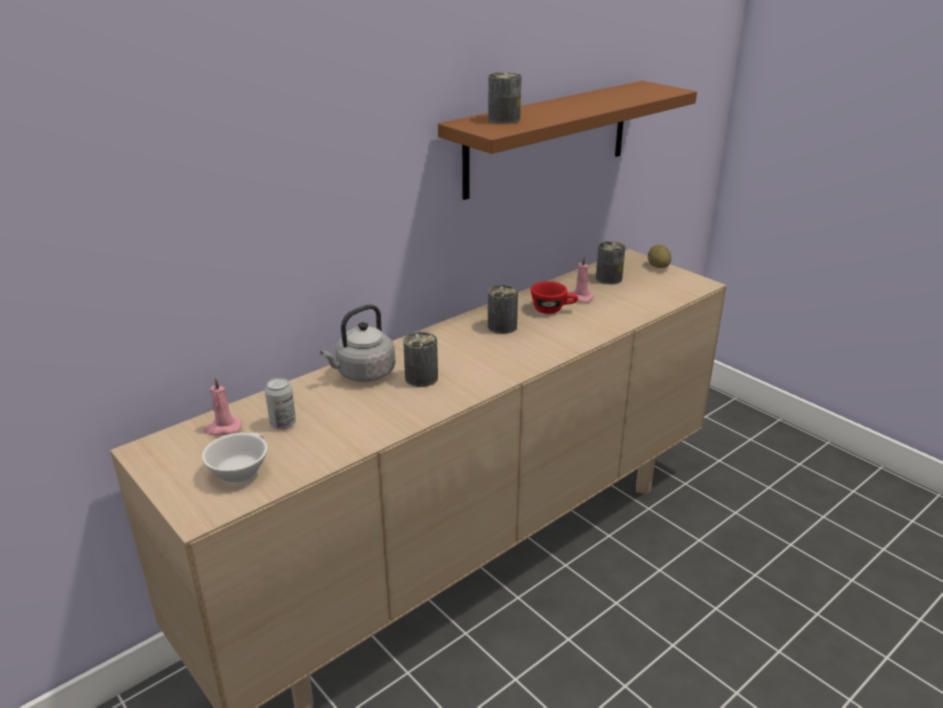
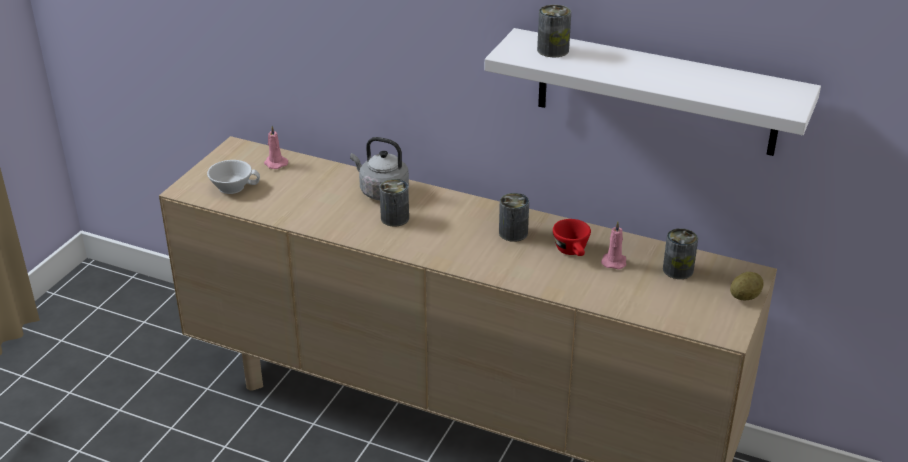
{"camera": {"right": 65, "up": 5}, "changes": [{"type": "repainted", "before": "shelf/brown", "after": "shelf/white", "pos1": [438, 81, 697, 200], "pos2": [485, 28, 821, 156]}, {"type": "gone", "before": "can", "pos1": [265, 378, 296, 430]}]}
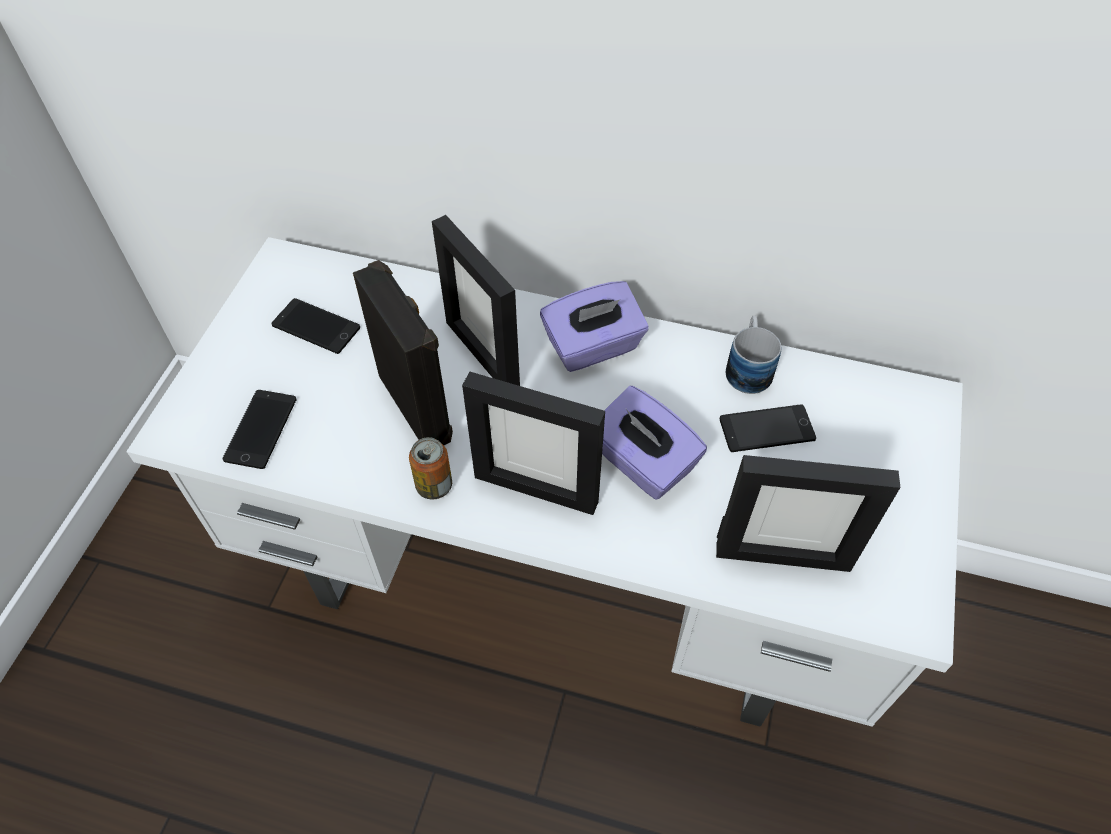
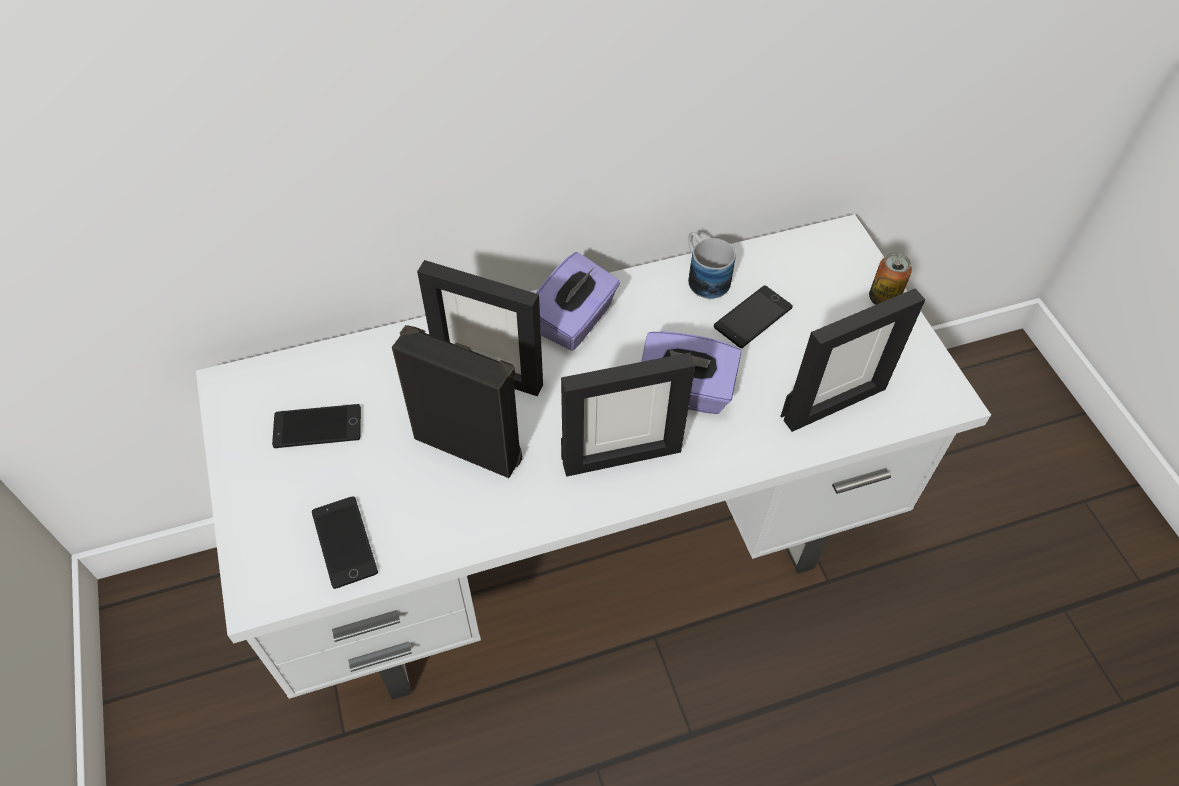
{"camera": {"right": -35, "up": 0}, "changes": [{"type": "shifted", "before": "can", "pos1": [409, 437, 452, 500], "pos2": [869, 253, 912, 305]}]}
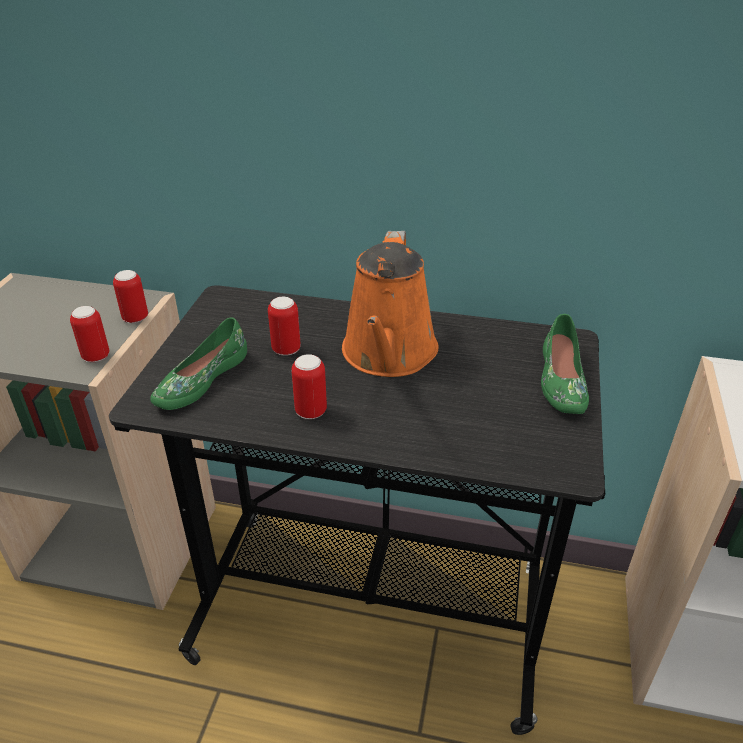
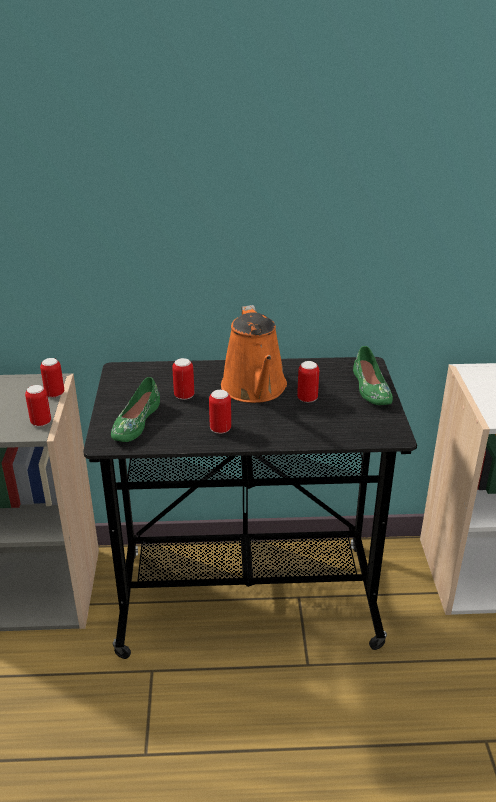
{"camera": {"right": -15, "up": -5}, "changes": [{"type": "new", "after": "can", "pos2": [297, 361, 319, 403]}]}
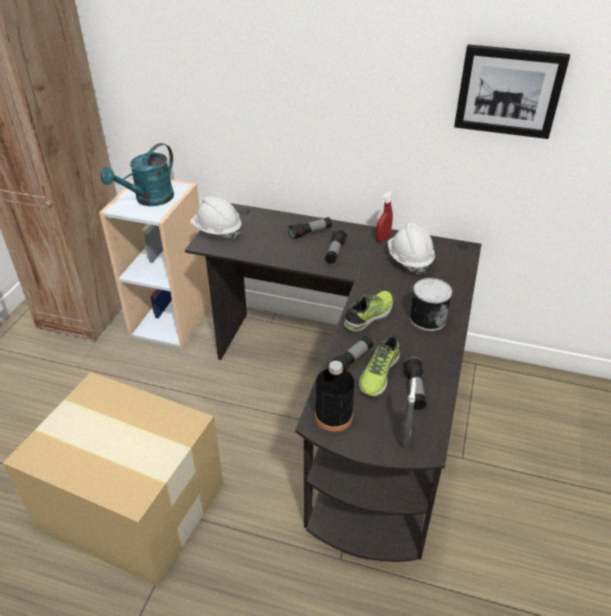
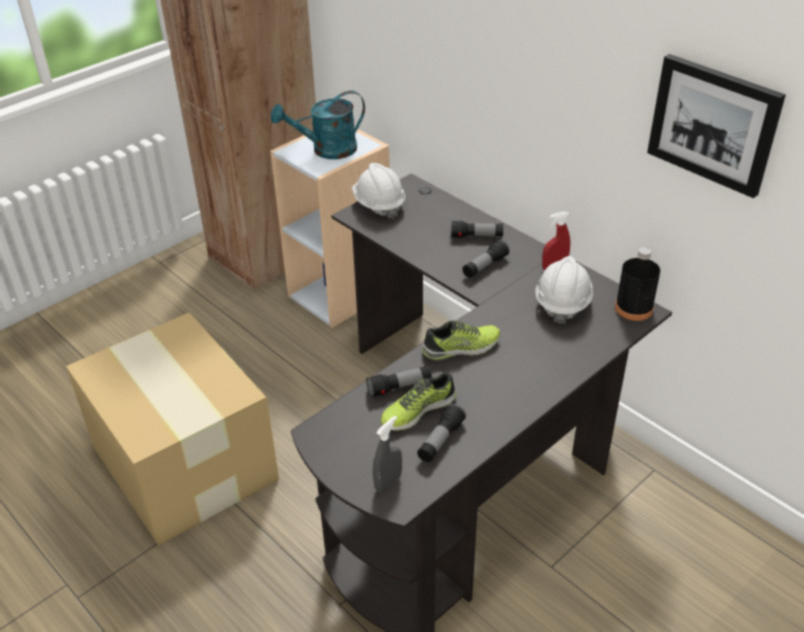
{"camera": {"right": 30, "up": 0}, "changes": [{"type": "shifted", "before": "bottle/black", "pos1": [315, 361, 355, 432], "pos2": [615, 247, 660, 321]}, {"type": "gone", "before": "can", "pos1": [409, 278, 452, 331]}]}
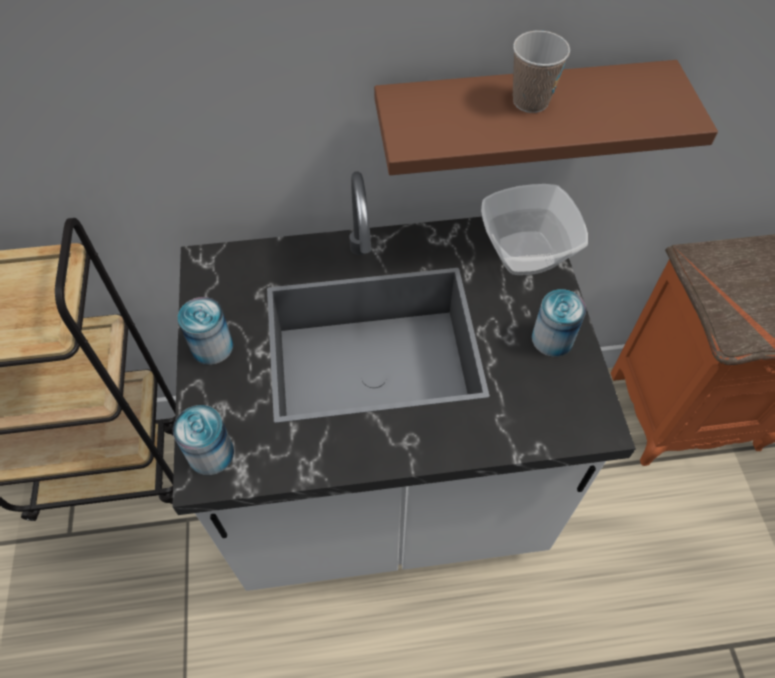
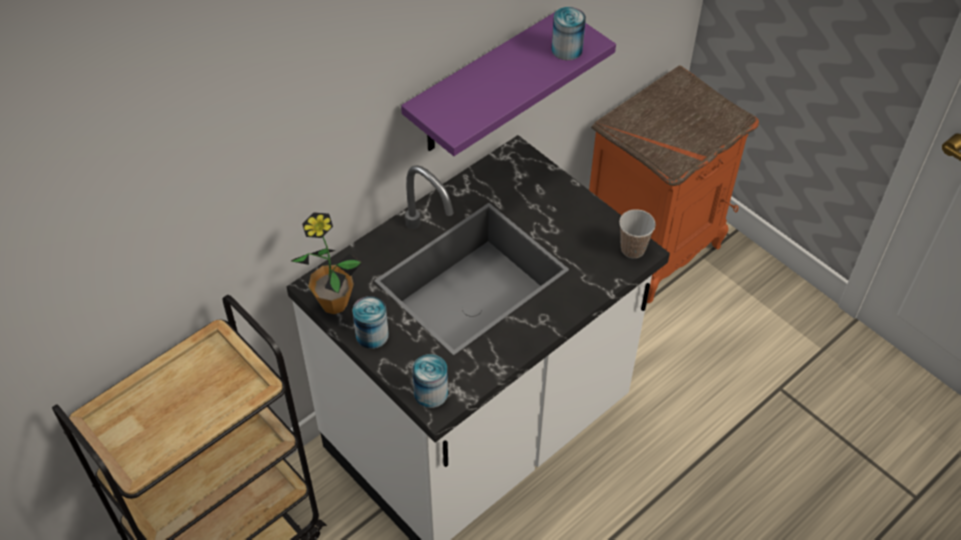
{"camera": {"right": -35, "up": -5}, "changes": [{"type": "new", "after": "potted plant", "pos2": [291, 212, 362, 314]}, {"type": "repainted", "before": "shelf/brown", "after": "shelf/purple", "pos1": [374, 60, 718, 175], "pos2": [401, 7, 616, 156]}, {"type": "shifted", "before": "can", "pos1": [532, 289, 586, 357], "pos2": [551, 7, 586, 60]}, {"type": "shifted", "before": "cup", "pos1": [513, 31, 570, 113], "pos2": [619, 209, 656, 258]}, {"type": "gone", "before": "bowl", "pos1": [481, 184, 588, 275]}]}
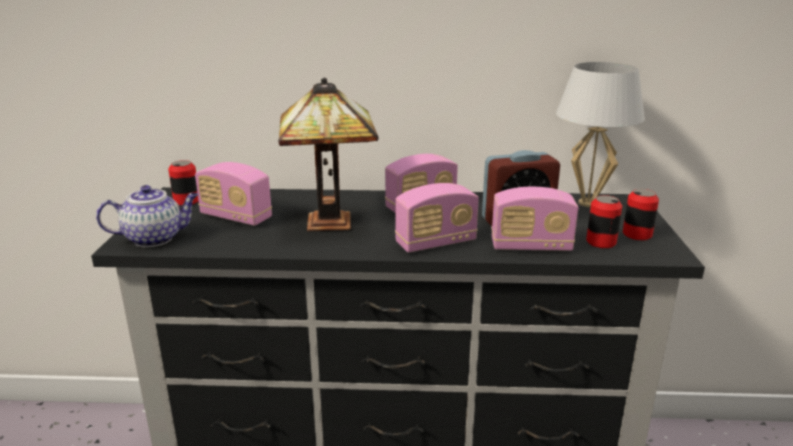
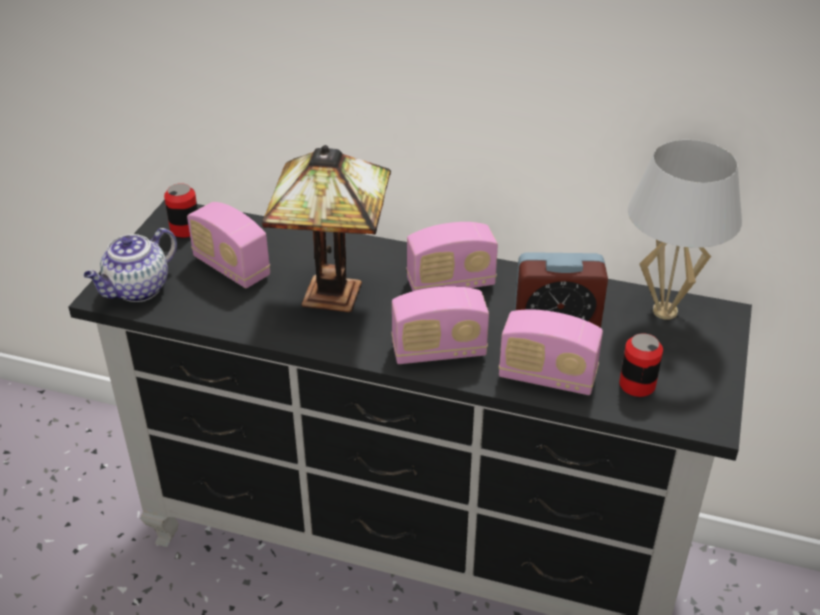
{"camera": {"right": 15, "up": 15}, "changes": [{"type": "rotated", "before": "teapot", "pos1": [96, 185, 199, 247], "pos2": [84, 228, 177, 302], "turn": 135}, {"type": "gone", "before": "can", "pos1": [623, 189, 659, 240]}]}
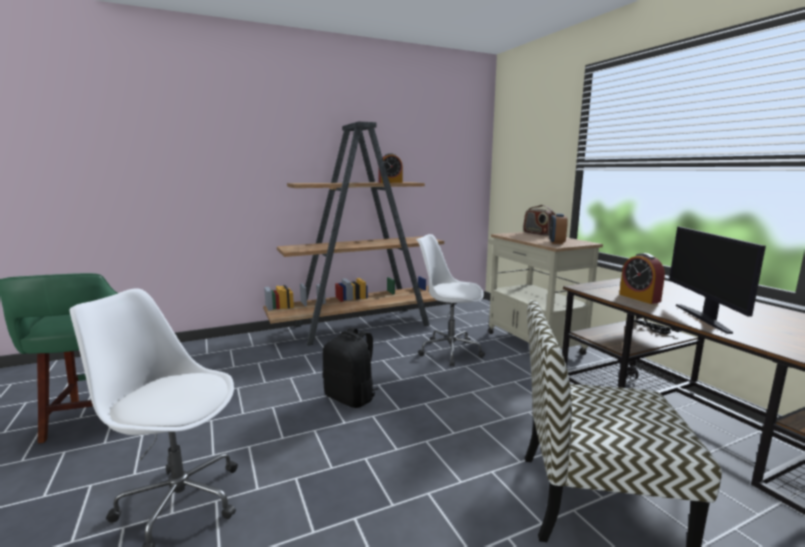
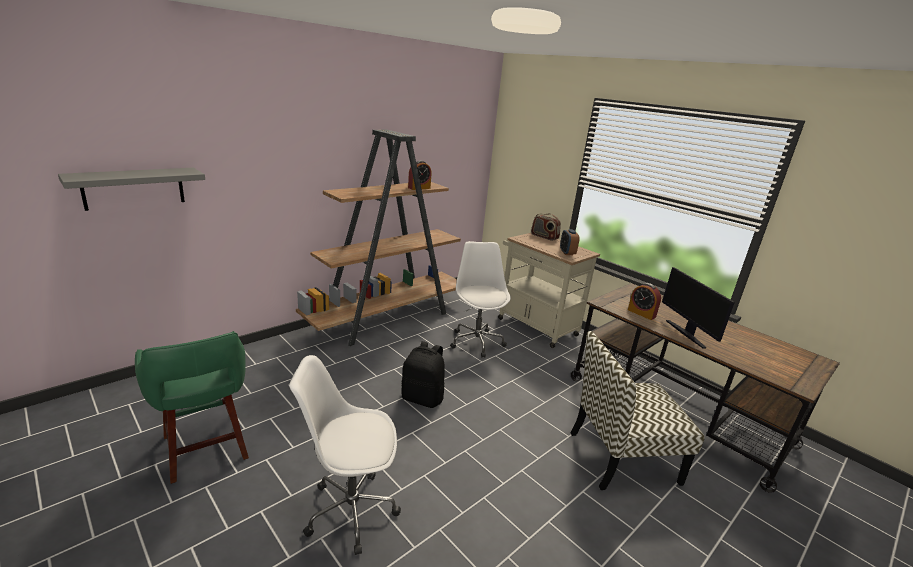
{"camera": {"right": -20, "up": 10}, "changes": [{"type": "new", "after": "shelf/grey", "pos2": [58, 168, 205, 211]}, {"type": "rotated", "before": "office chair/white", "pos1": [416, 234, 485, 366], "pos2": [450, 241, 511, 357], "turn": 75}]}
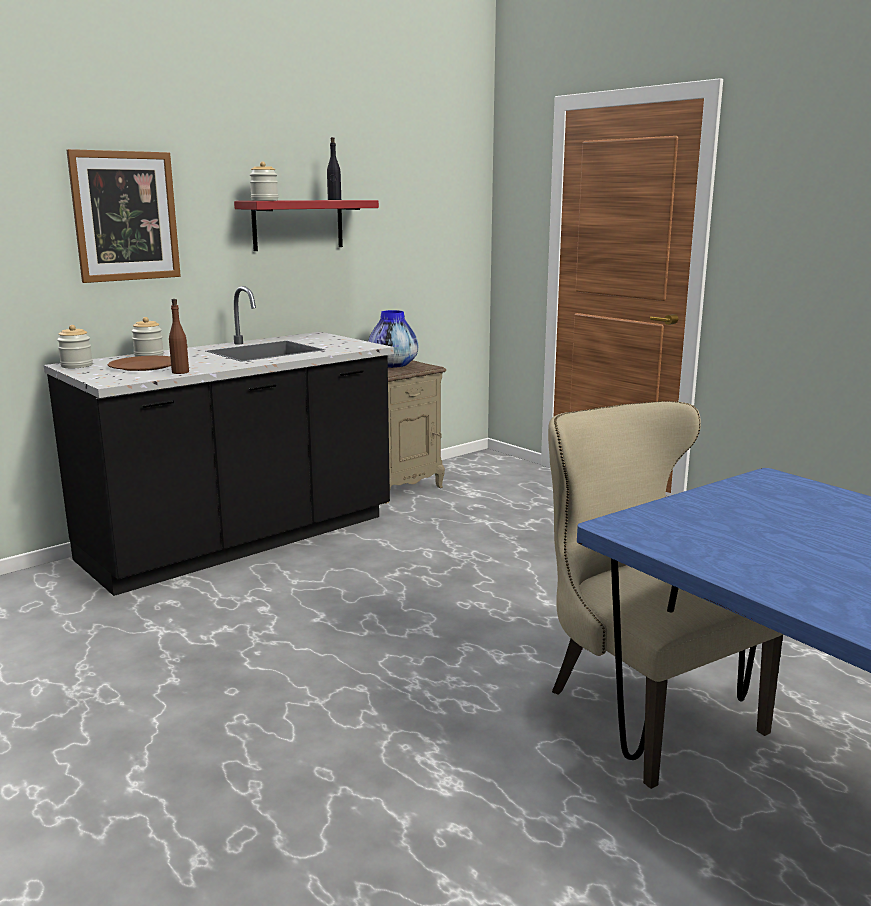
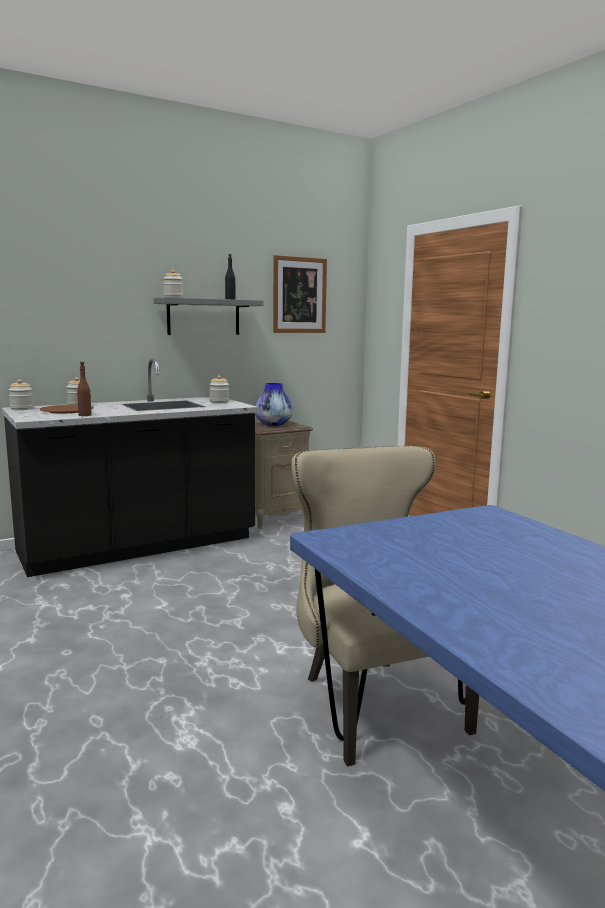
{"camera": {"right": 10, "up": -5}, "changes": [{"type": "repainted", "before": "shelf/red", "after": "shelf/grey", "pos1": [234, 200, 379, 251], "pos2": [153, 297, 263, 335]}, {"type": "new", "after": "jar", "pos2": [209, 375, 229, 403]}, {"type": "shifted", "before": "picture", "pos1": [67, 149, 181, 283], "pos2": [273, 255, 327, 333]}]}
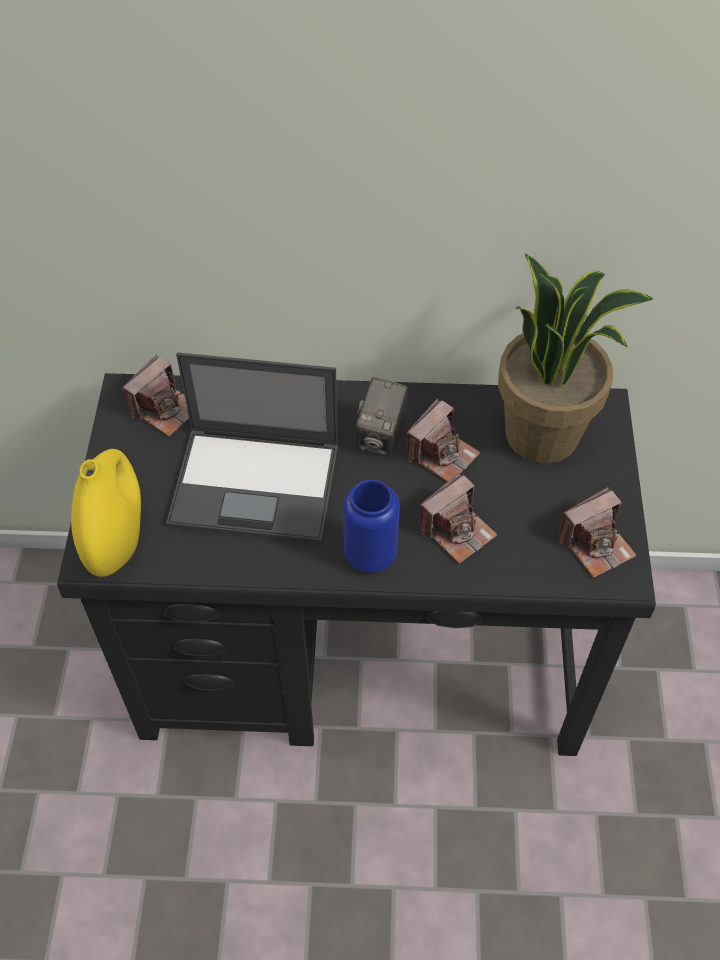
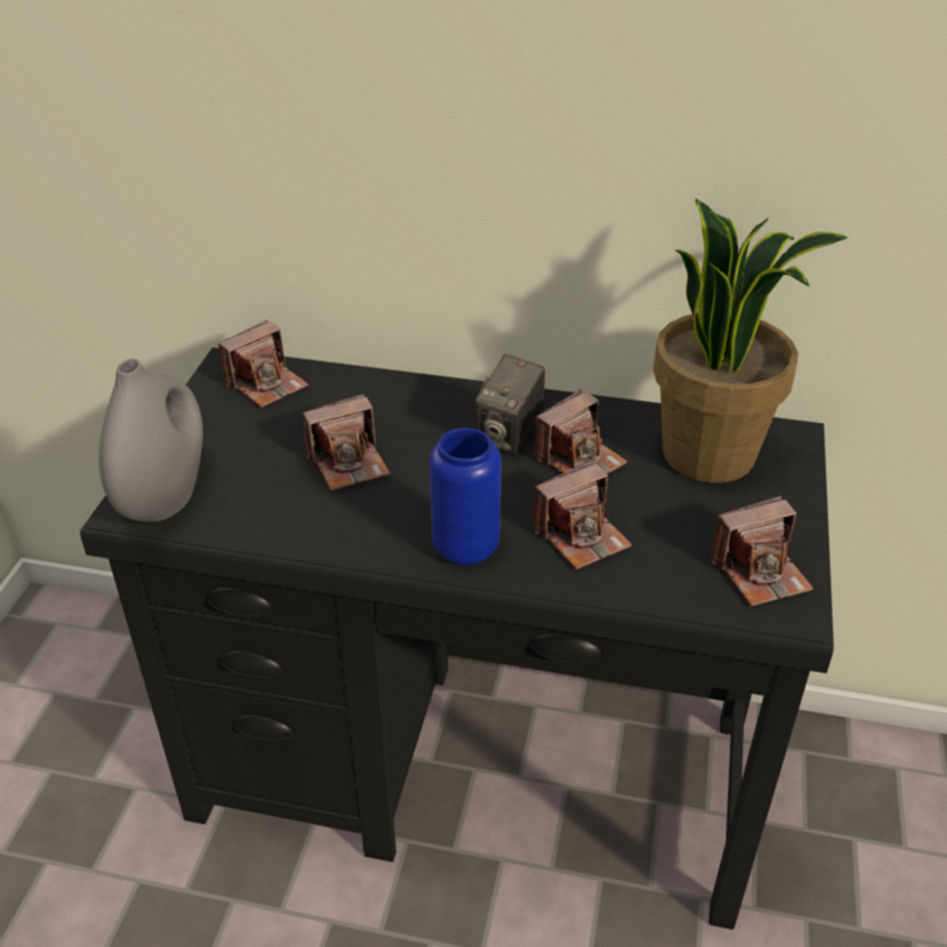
{"camera": {"right": 10, "up": -15}, "changes": [{"type": "repainted", "before": "vase/yellow", "after": "vase/grey", "pos1": [71, 449, 141, 577], "pos2": [99, 359, 203, 522]}, {"type": "swapped", "before": "laptop", "after": "photo camera", "pos1": [166, 353, 339, 544], "pos2": [302, 394, 390, 491]}]}
